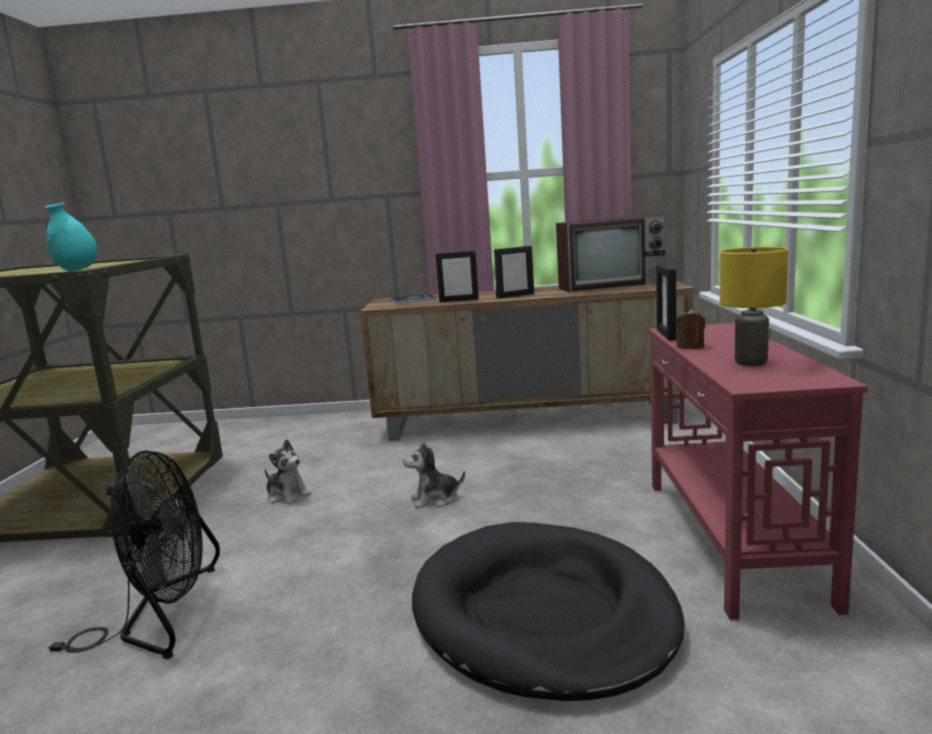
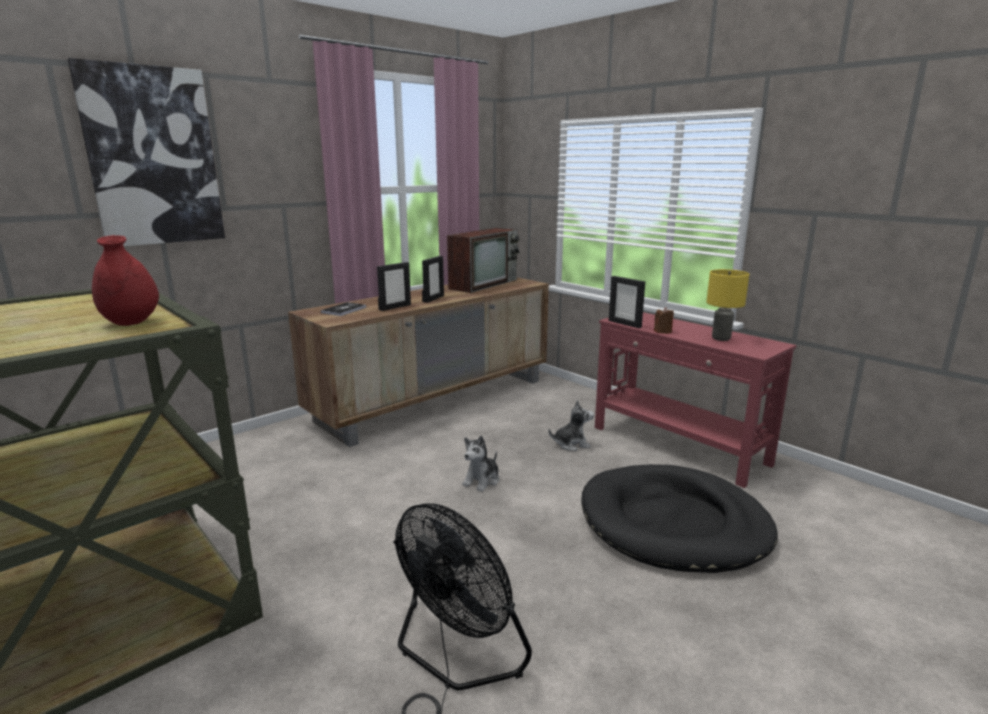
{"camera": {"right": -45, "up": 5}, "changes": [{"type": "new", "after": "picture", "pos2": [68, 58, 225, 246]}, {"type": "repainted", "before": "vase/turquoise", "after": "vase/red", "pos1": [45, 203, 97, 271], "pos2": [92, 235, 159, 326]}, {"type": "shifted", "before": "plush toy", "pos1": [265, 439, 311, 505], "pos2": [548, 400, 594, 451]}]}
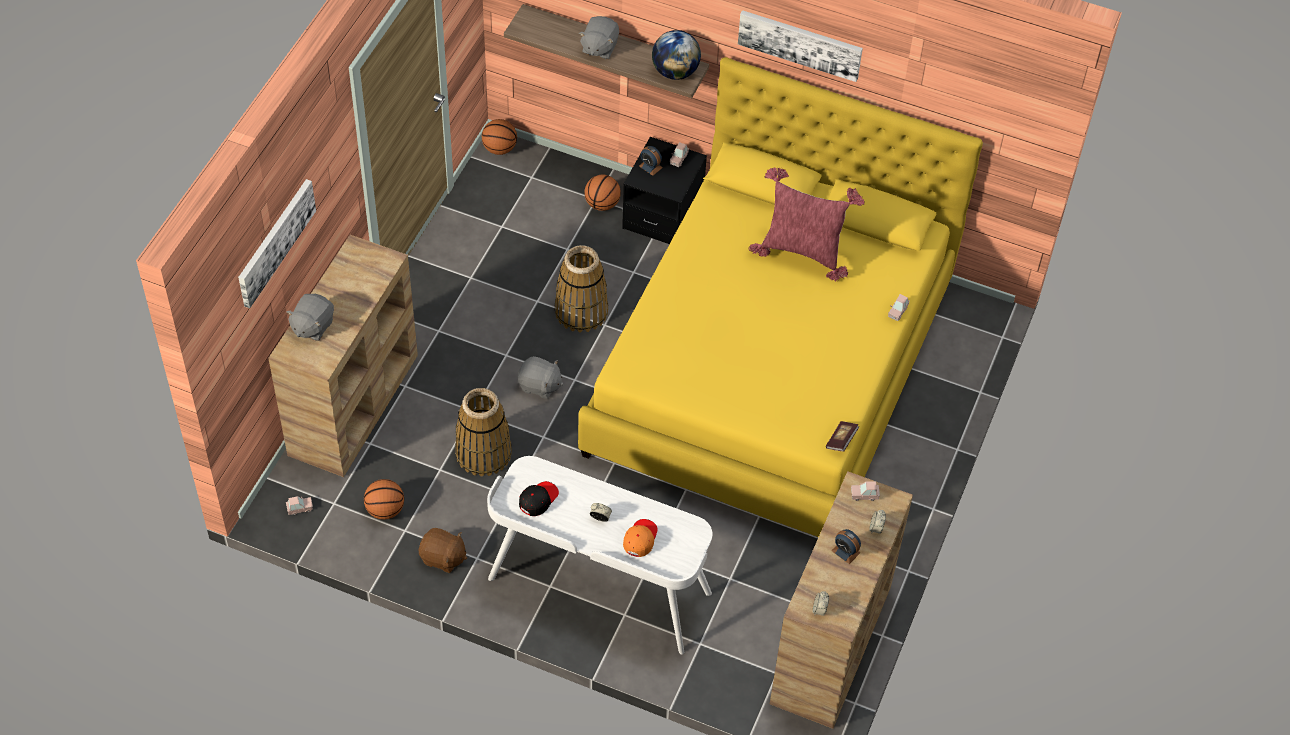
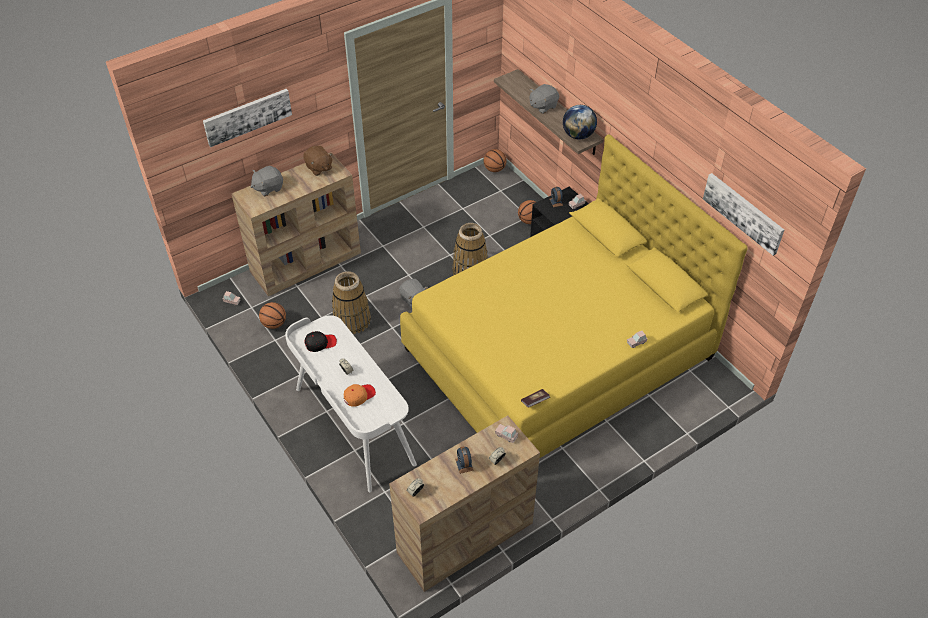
{"camera": {"right": 35, "up": -5}, "changes": [{"type": "shifted", "before": "plush toy/brown", "pos1": [418, 528, 467, 573], "pos2": [303, 146, 333, 176]}, {"type": "shifted", "before": "picture", "pos1": [738, 10, 863, 82], "pos2": [703, 173, 784, 256]}, {"type": "gone", "before": "pillow/red", "pos1": [748, 167, 865, 282]}]}
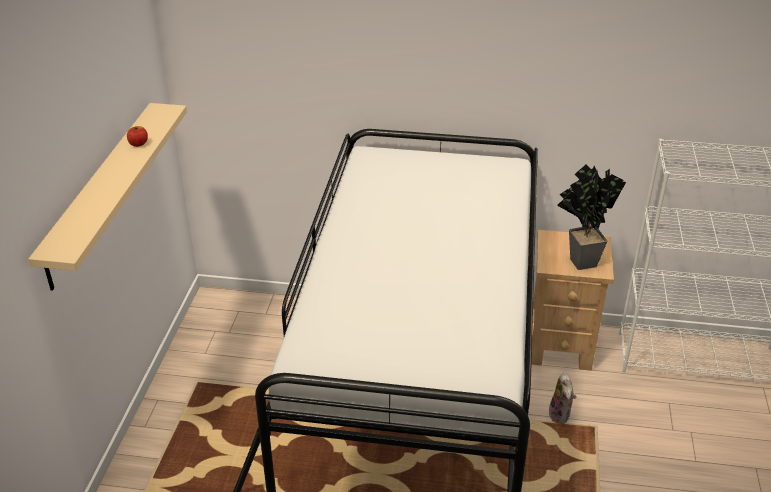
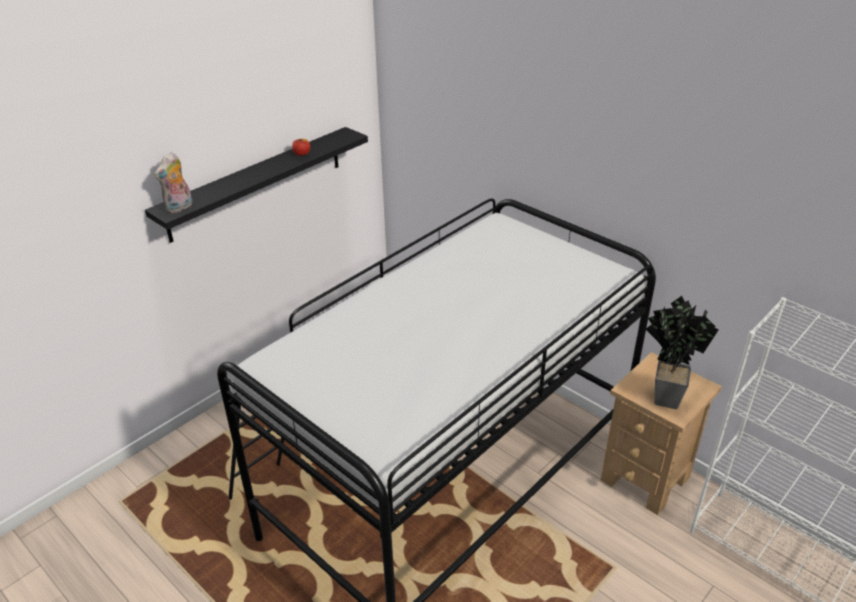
{"camera": {"right": 35, "up": 0}, "changes": [{"type": "repainted", "before": "shelf/beige", "after": "shelf/black", "pos1": [28, 103, 187, 291], "pos2": [145, 127, 368, 243]}, {"type": "shifted", "before": "plush toy", "pos1": [549, 373, 576, 424], "pos2": [154, 152, 192, 213]}]}
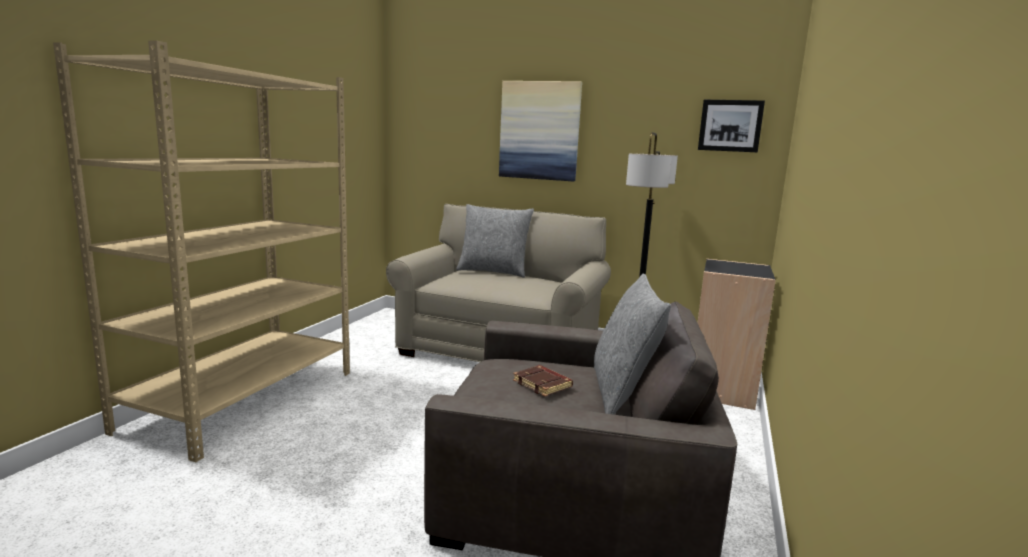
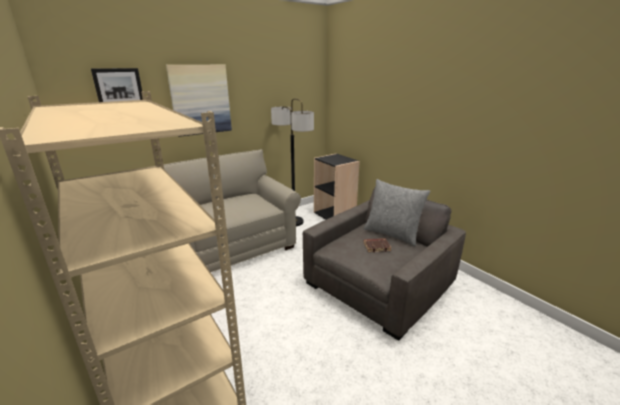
{"camera": {"right": -55, "up": 10}, "changes": [{"type": "shifted", "before": "picture", "pos1": [698, 100, 765, 152], "pos2": [91, 68, 143, 102]}, {"type": "gone", "before": "pillow/grey", "pos1": [456, 204, 534, 278]}]}
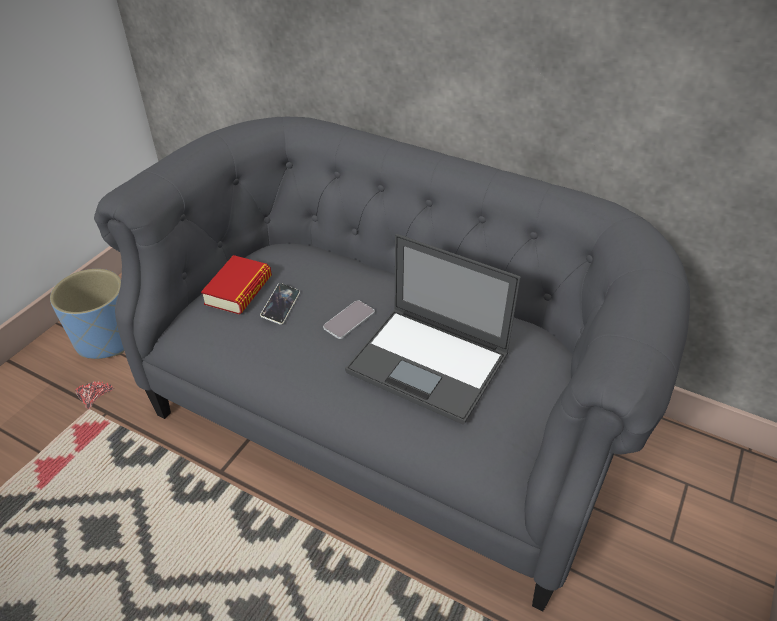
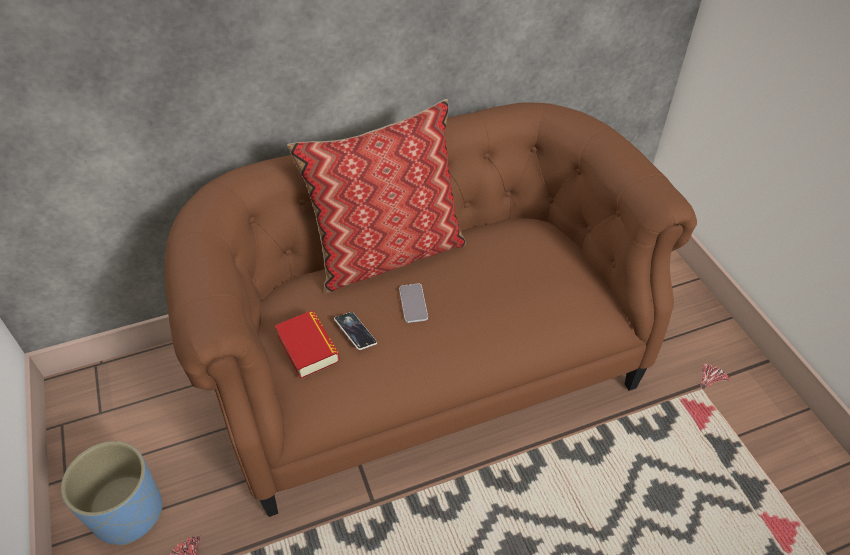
{"camera": {"right": -50, "up": 5}, "changes": [{"type": "repainted", "before": "sofa/grey", "after": "sofa/brown", "pos1": [94, 117, 690, 611], "pos2": [165, 102, 697, 517]}, {"type": "new", "after": "pillow", "pos2": [287, 99, 465, 294]}, {"type": "gone", "before": "laptop", "pos1": [345, 234, 521, 425]}]}
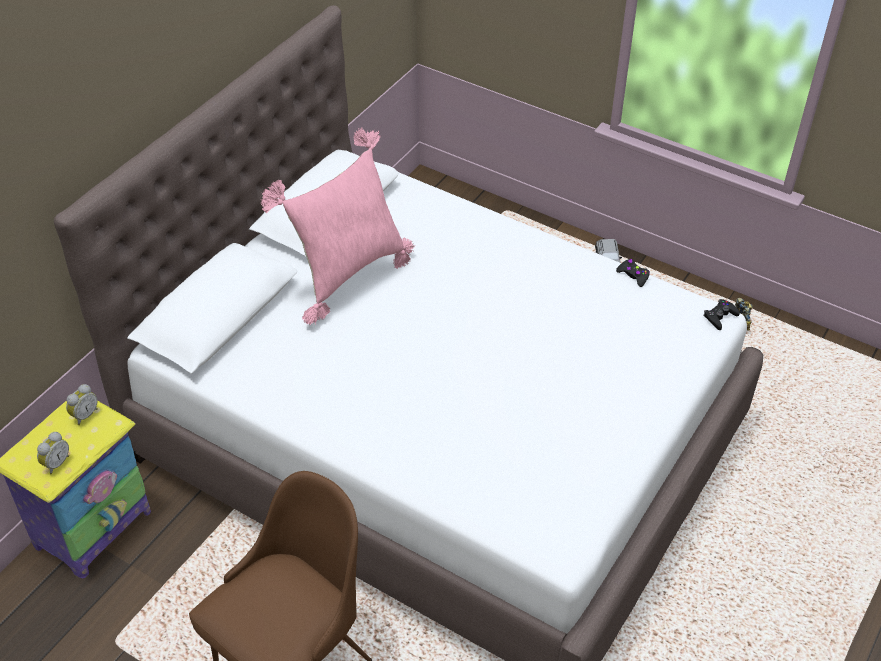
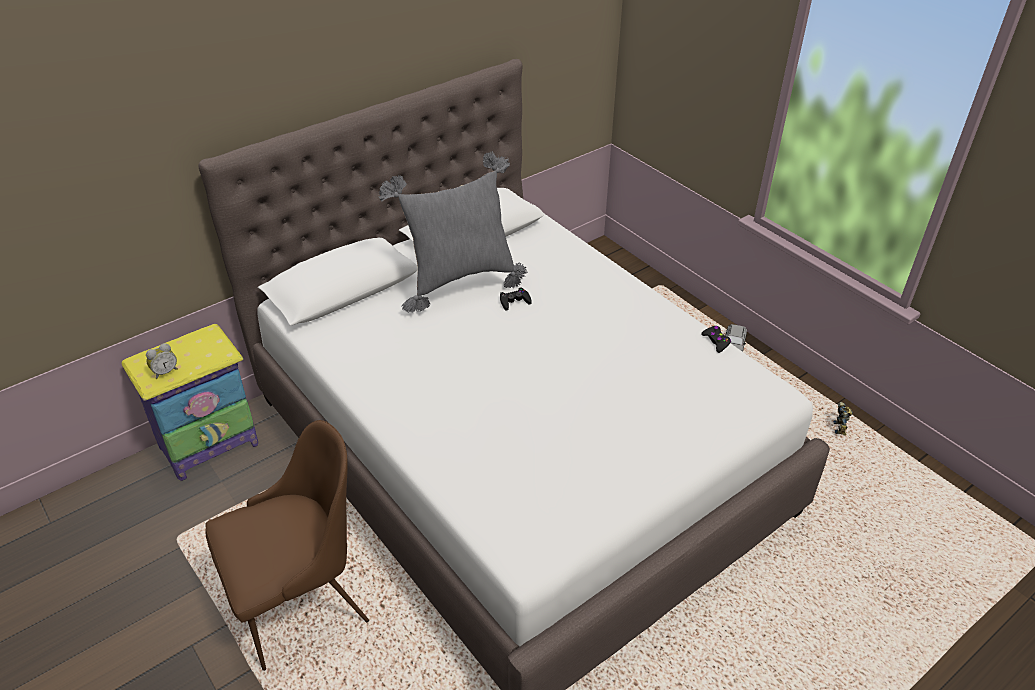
{"camera": {"right": 20, "up": -5}, "changes": [{"type": "repainted", "before": "pillow/pink", "after": "pillow/grey", "pos1": [260, 128, 415, 325], "pos2": [379, 152, 526, 314]}, {"type": "shifted", "before": "game controller/black", "pos1": [703, 299, 740, 330], "pos2": [500, 287, 532, 311]}, {"type": "gone", "before": "alarm clock", "pos1": [66, 384, 98, 425]}]}
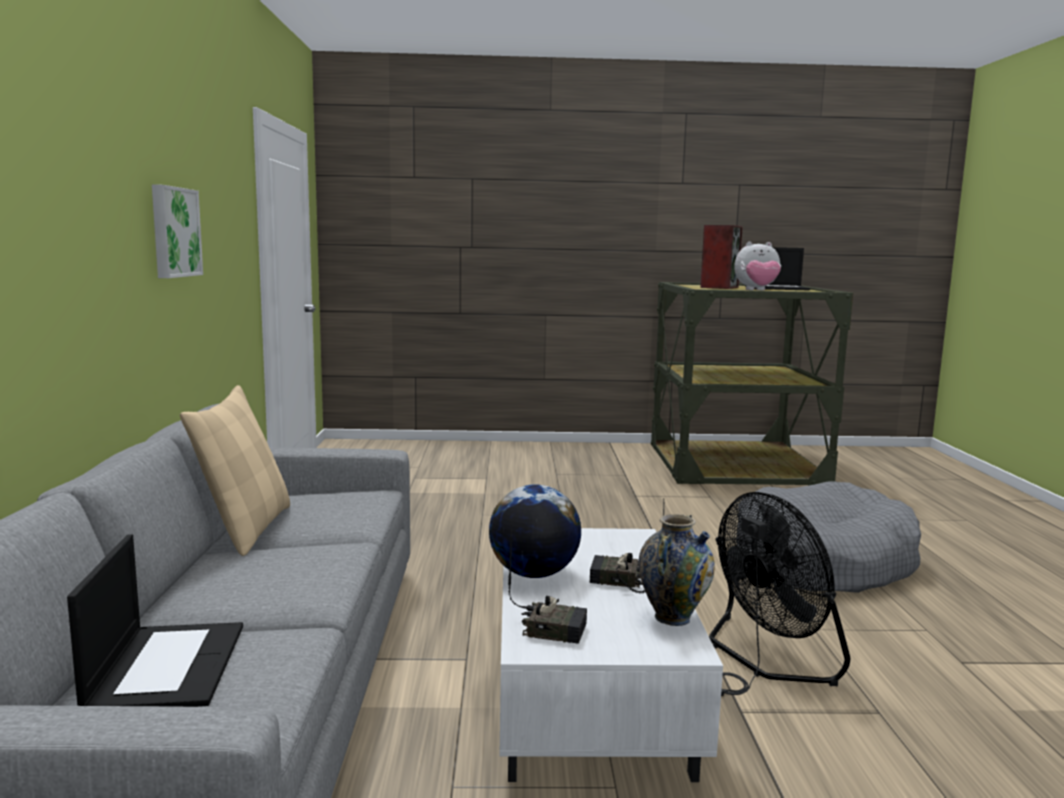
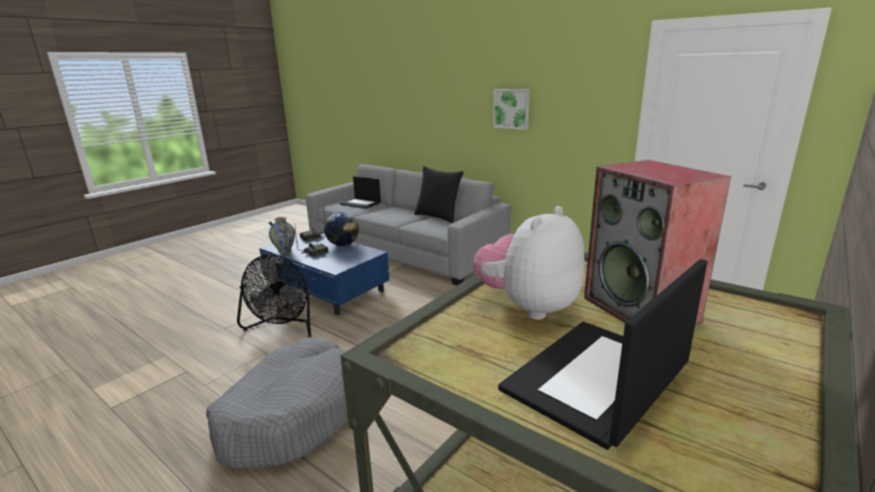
{"camera": {"right": 130, "up": 10}, "changes": [{"type": "repainted", "before": "coffee table/white", "after": "coffee table/blue", "pos1": [499, 528, 723, 782], "pos2": [259, 234, 389, 315]}, {"type": "repainted", "before": "pillow/beige", "after": "pillow/black", "pos1": [180, 385, 290, 556], "pos2": [414, 166, 464, 223]}]}
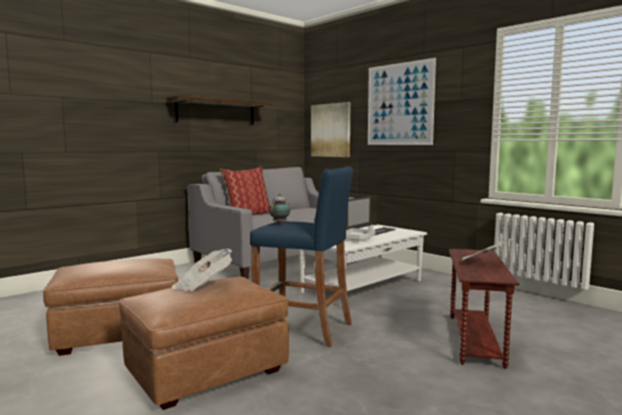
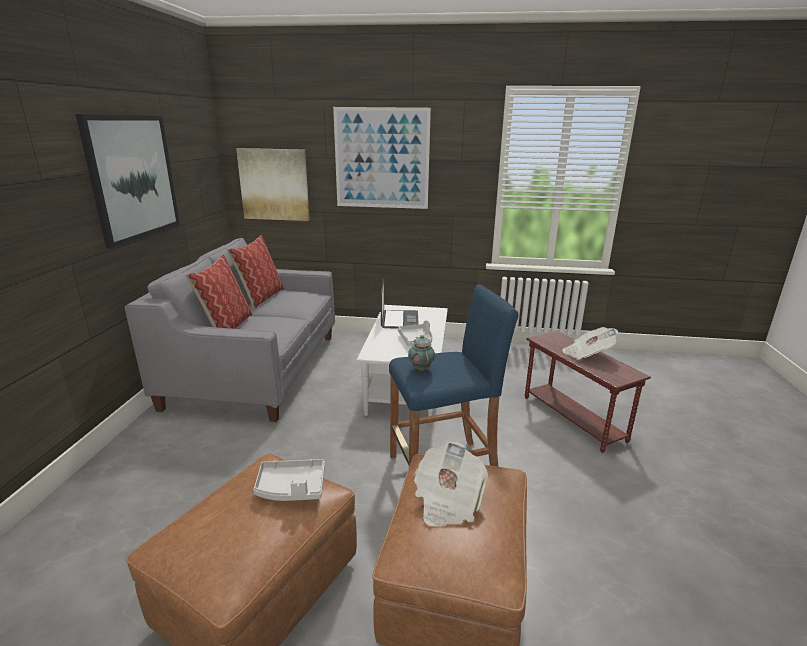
{"camera": {"right": -40, "up": 15}, "changes": [{"type": "swapped", "before": "shelf", "after": "picture", "pos1": [166, 95, 272, 125], "pos2": [76, 114, 180, 249]}, {"type": "new", "after": "pillow", "pos2": [227, 235, 284, 309]}, {"type": "new", "after": "tray/grey", "pos2": [253, 459, 325, 501]}]}
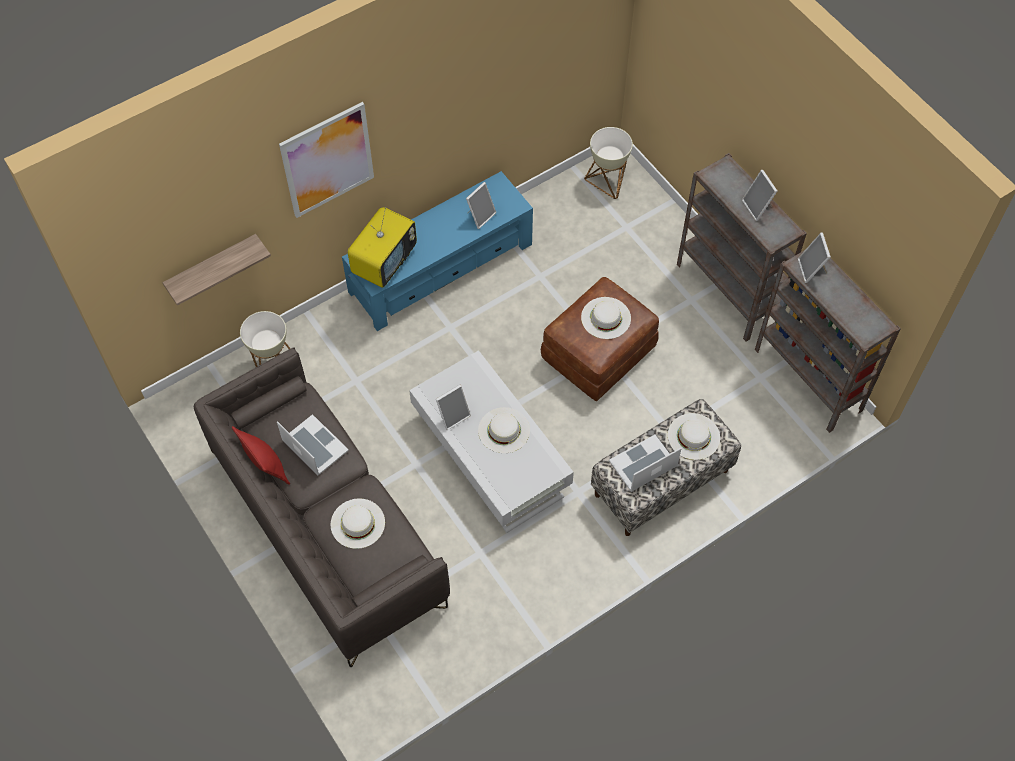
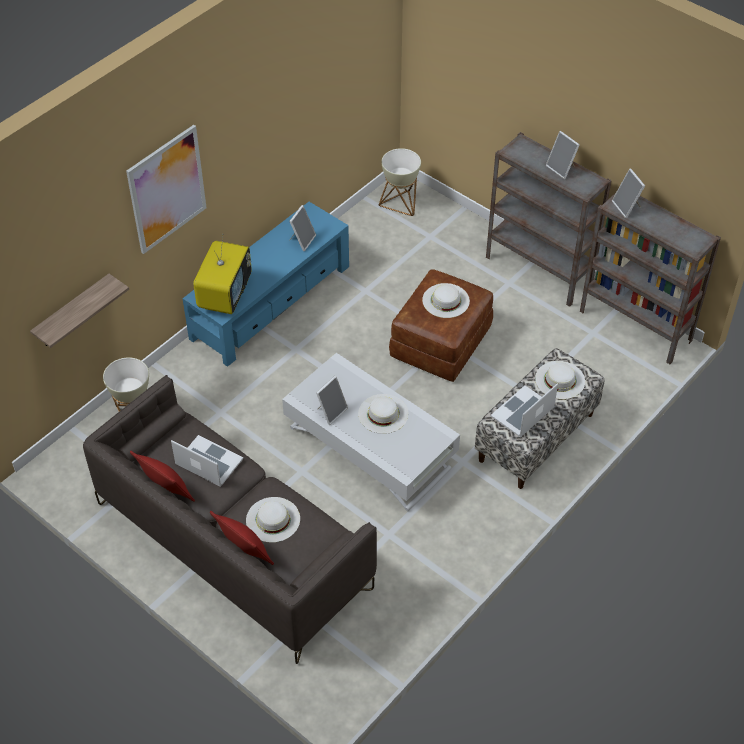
{"camera": {"right": -15, "up": -10}, "changes": [{"type": "new", "after": "pillow/red", "pos2": [210, 511, 274, 565]}]}
